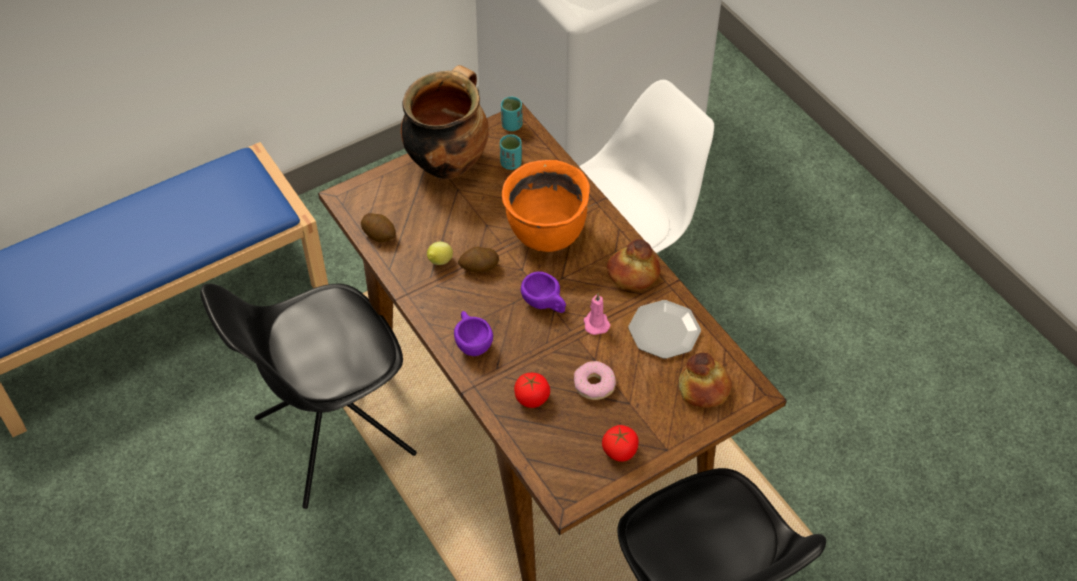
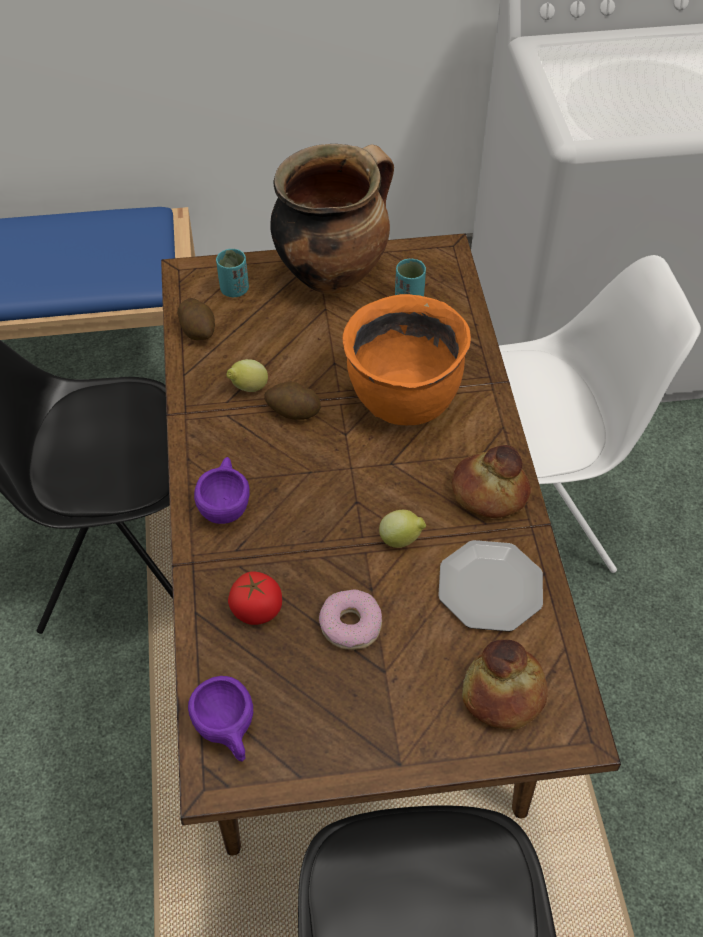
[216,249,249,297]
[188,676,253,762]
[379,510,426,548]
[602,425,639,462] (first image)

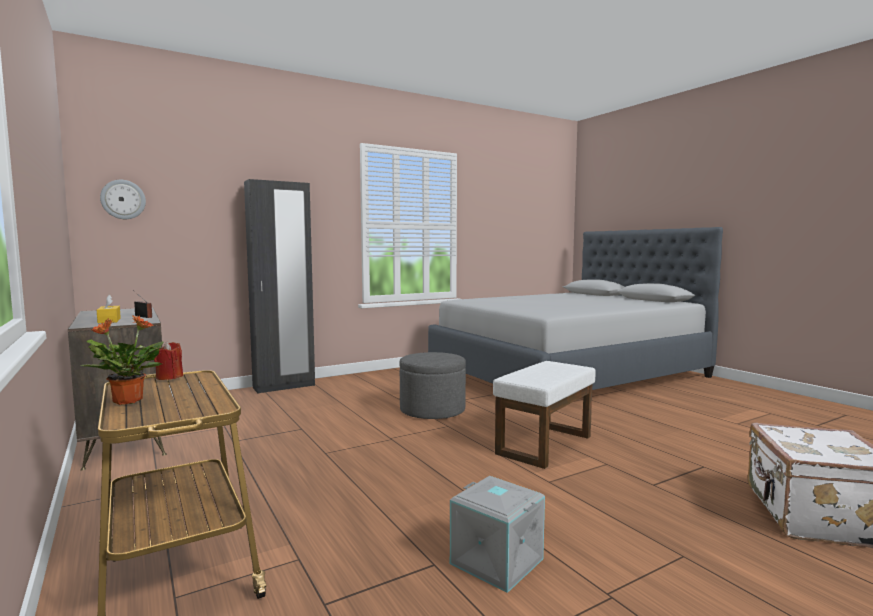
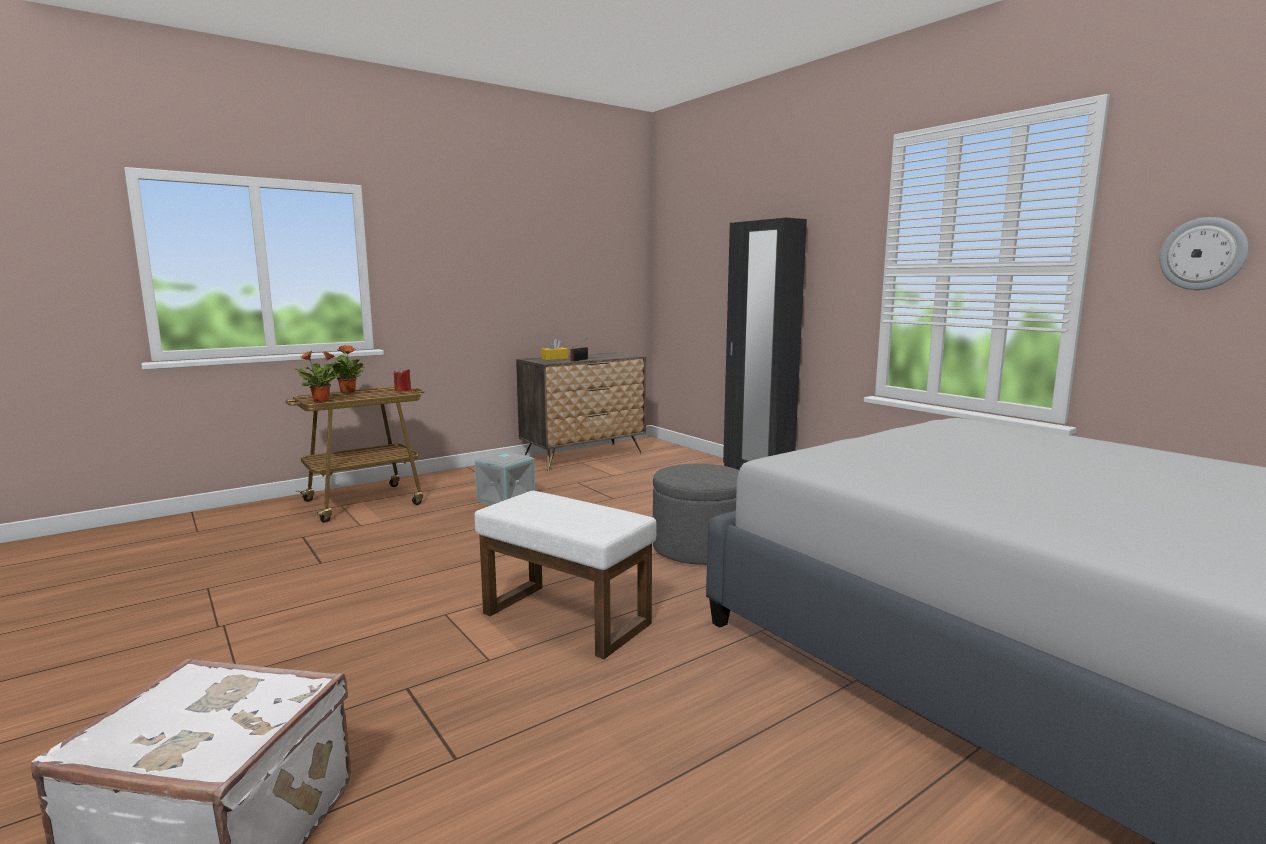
[1159,217,1249,290]
[475,452,535,505]
[294,351,343,402]

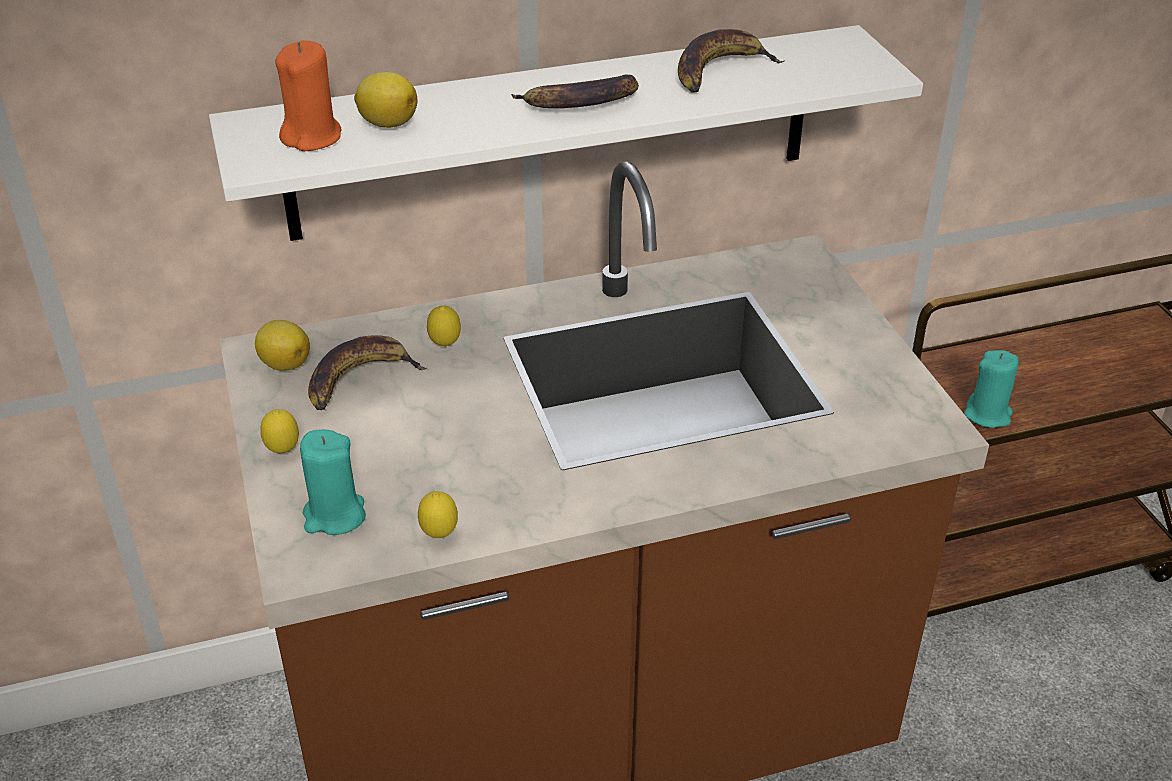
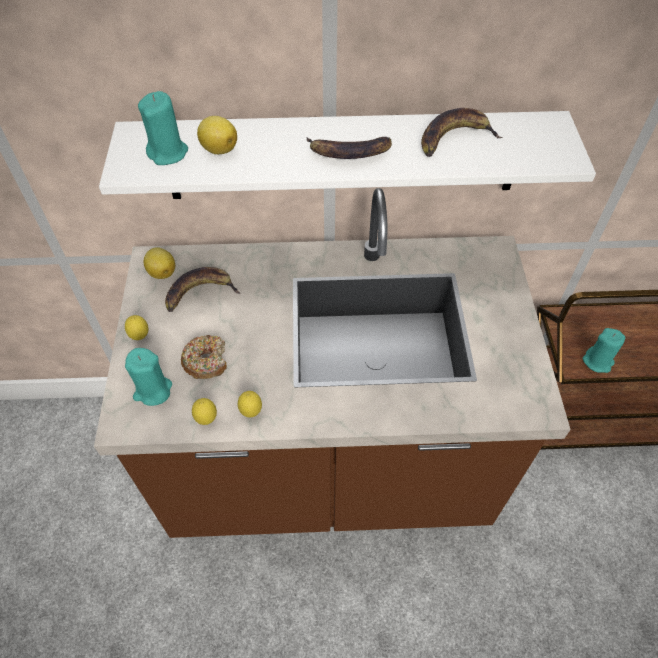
[138,91,188,165]
[238,391,262,417]
[181,335,227,379]

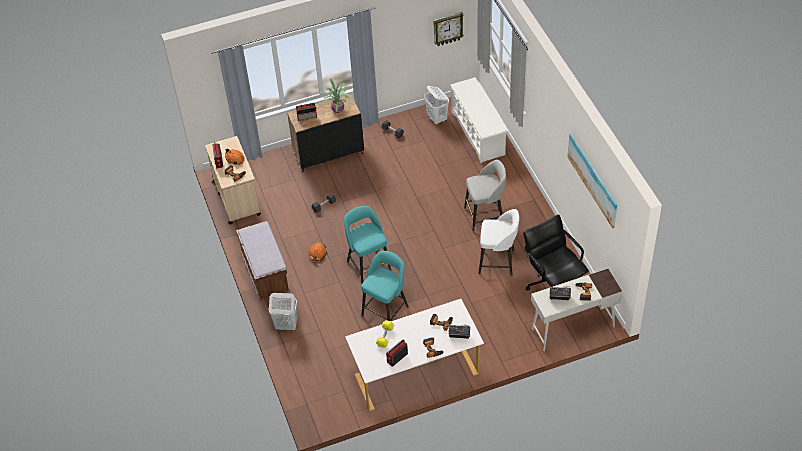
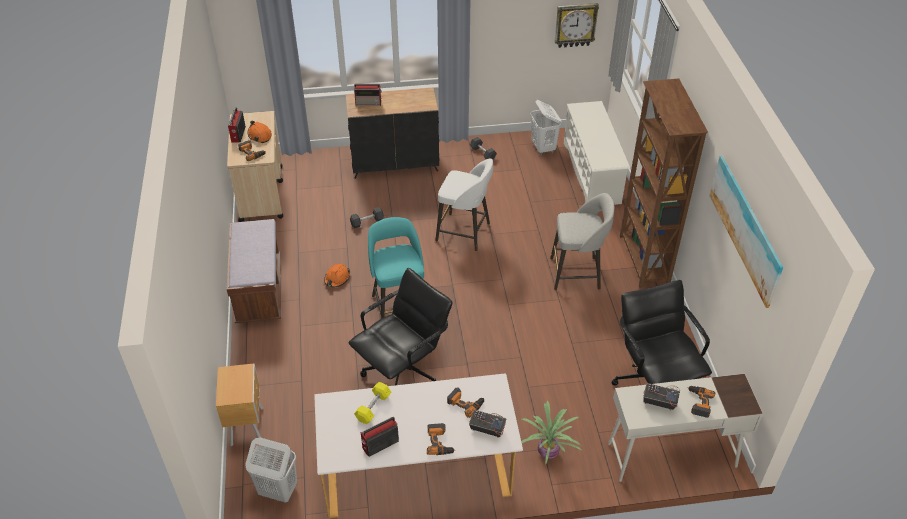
[521,401,581,465]
[435,159,493,251]
[349,268,452,385]
[245,438,297,503]
[620,78,708,288]
[216,364,263,447]

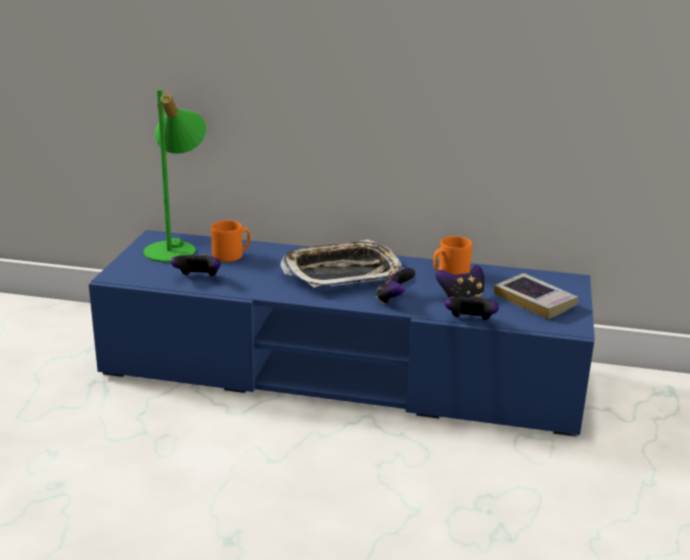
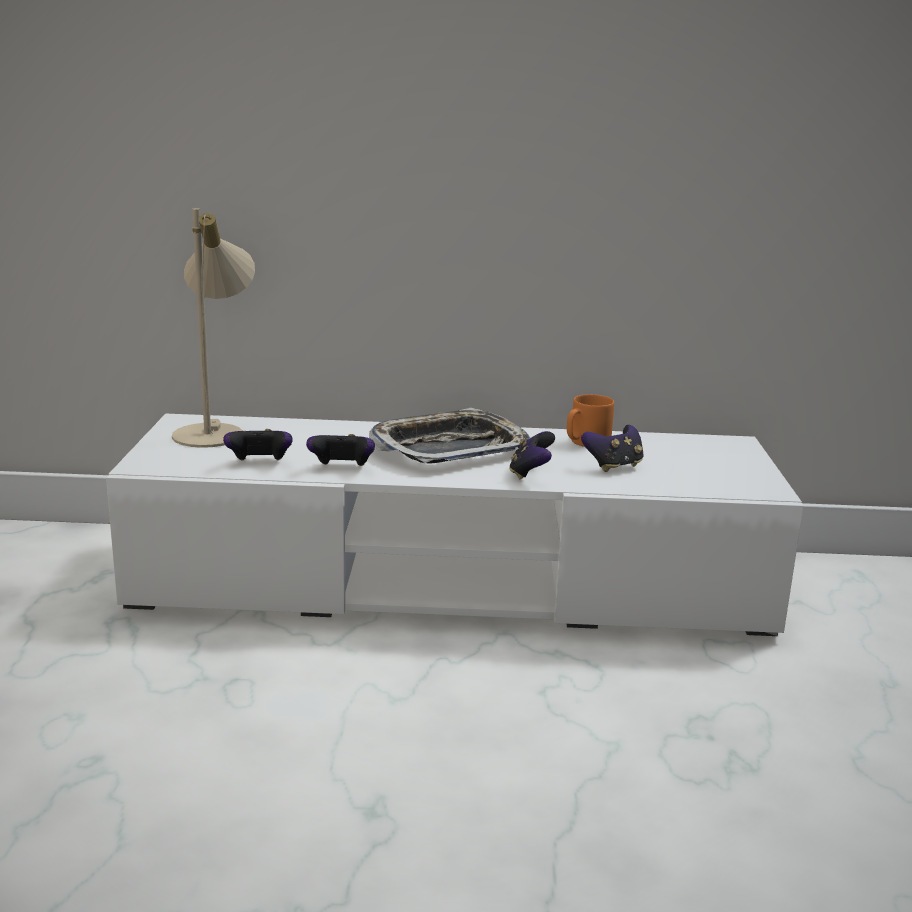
[172,208,255,448]
[211,220,250,262] (first image)
[106,414,804,636]
[494,273,579,319] (first image)
[306,434,375,466]

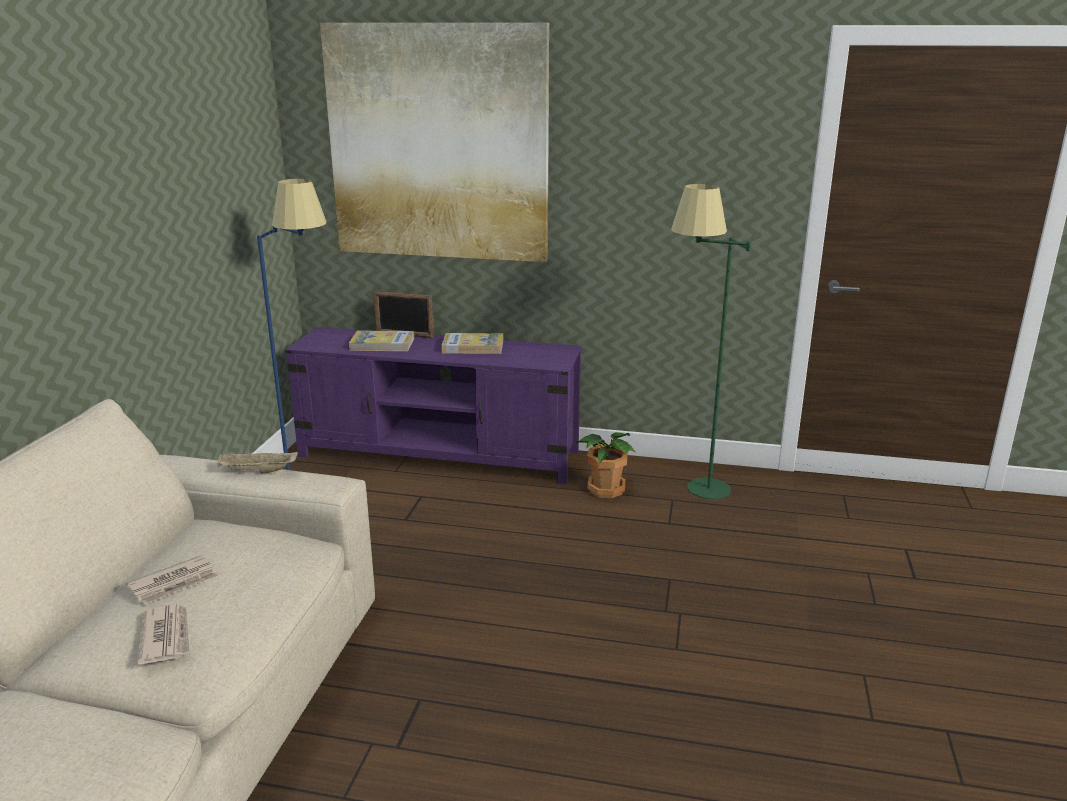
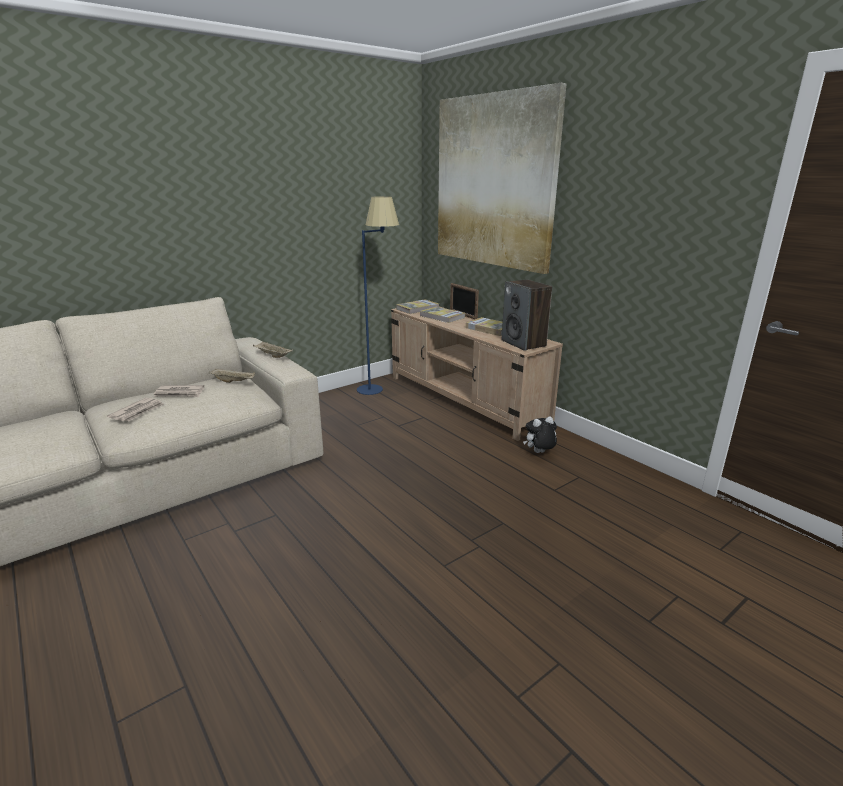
[671,184,751,499] (first image)
[391,307,563,441]
[523,416,557,453]
[502,279,552,351]
[396,299,439,314]
[209,368,255,383]

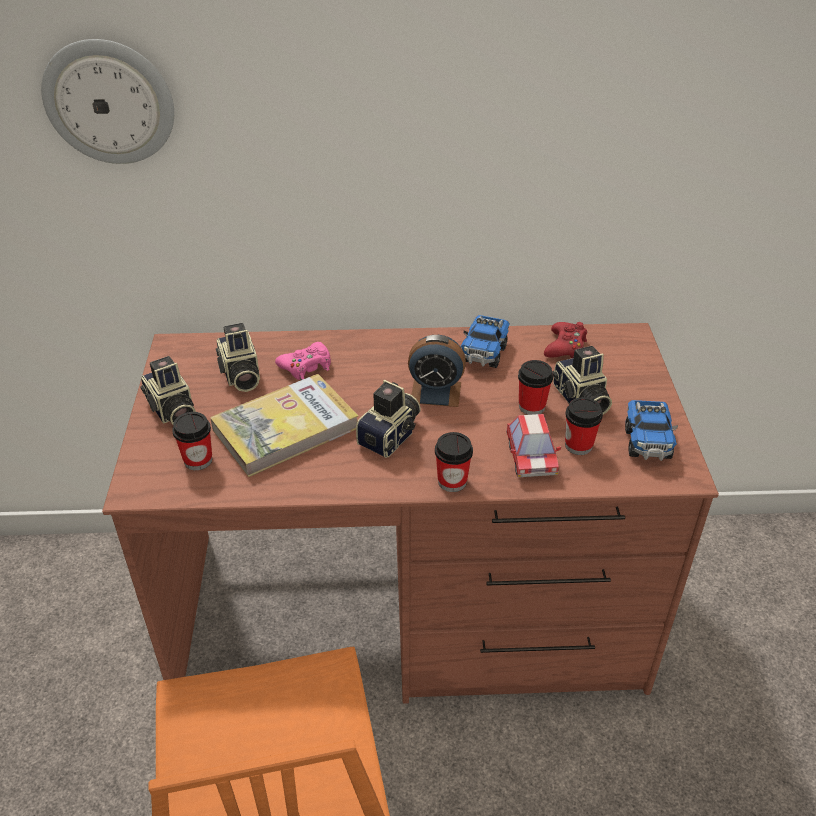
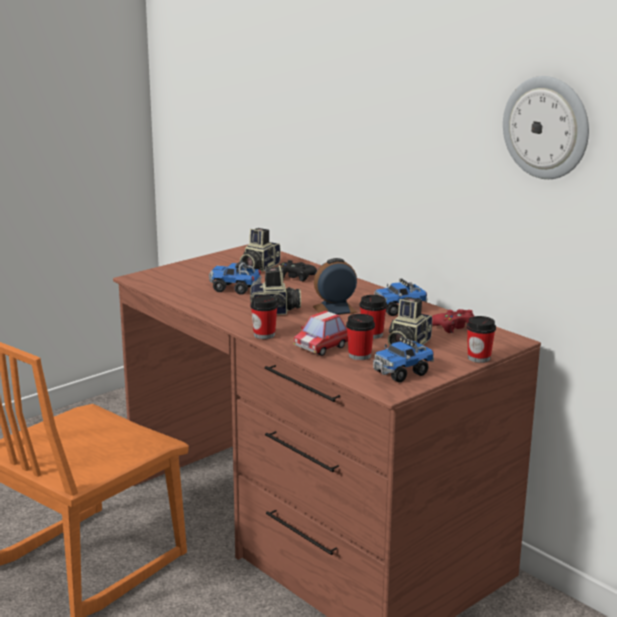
[503,76,589,179]
[313,258,357,315]
[278,260,317,281]
[140,356,196,424] (first image)
[209,260,262,295]
[467,316,496,363]

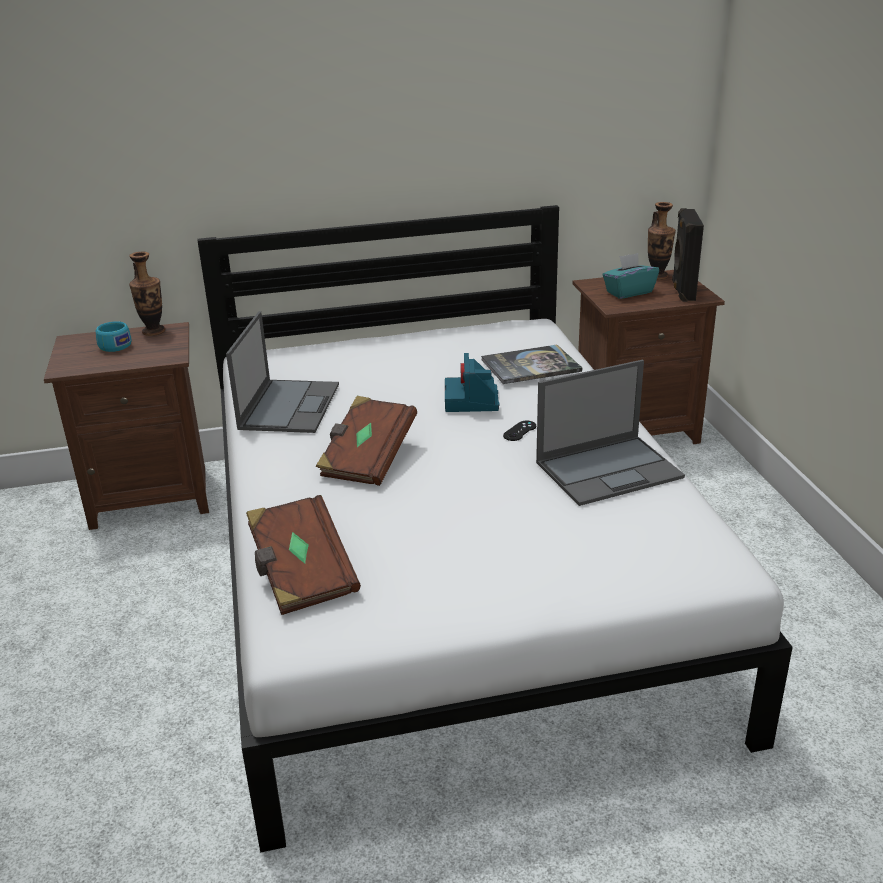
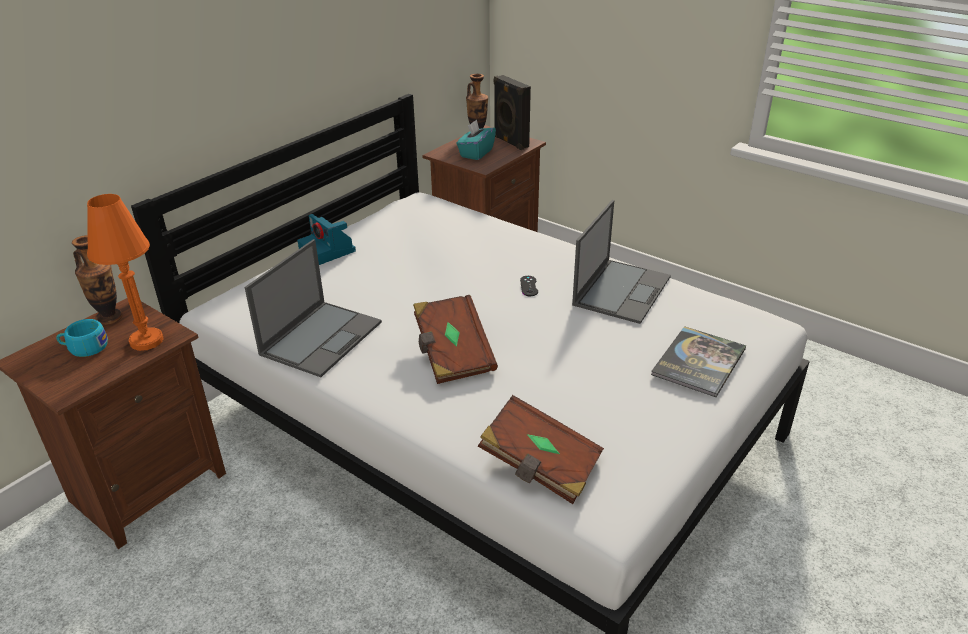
[244,239,382,377]
[651,326,746,397]
[297,214,356,265]
[87,194,164,351]

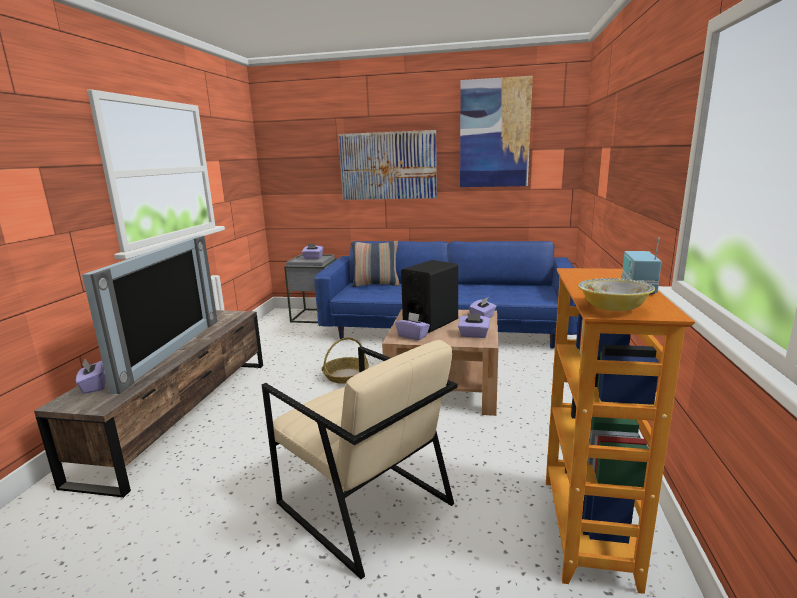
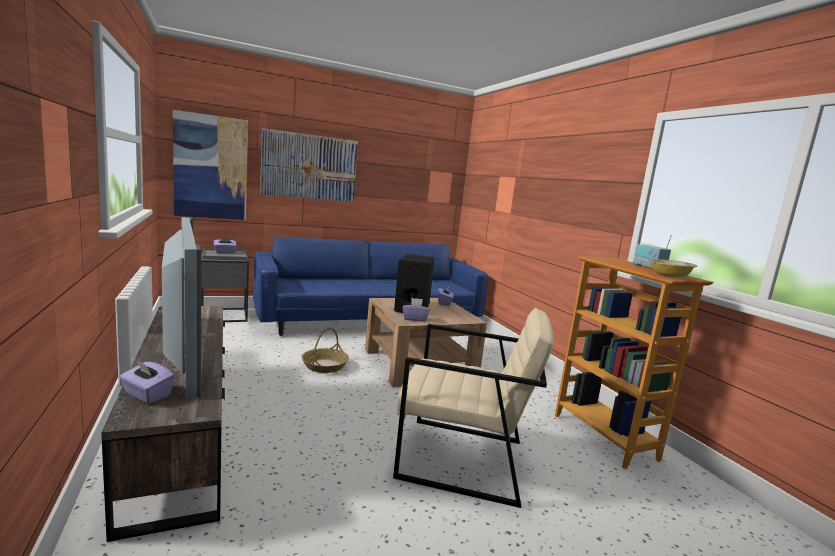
[173,110,248,220]
[352,241,399,287] (first image)
[458,313,490,338] (first image)

